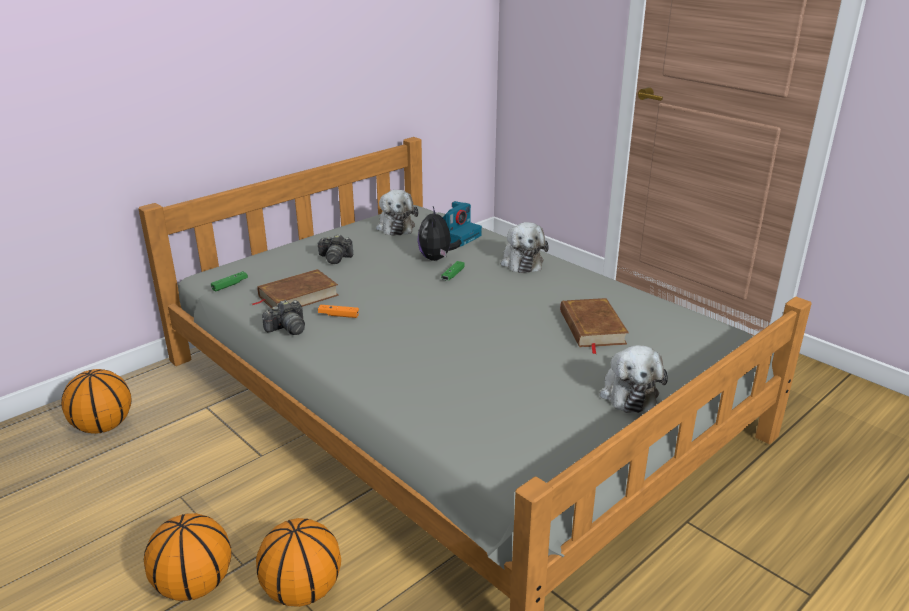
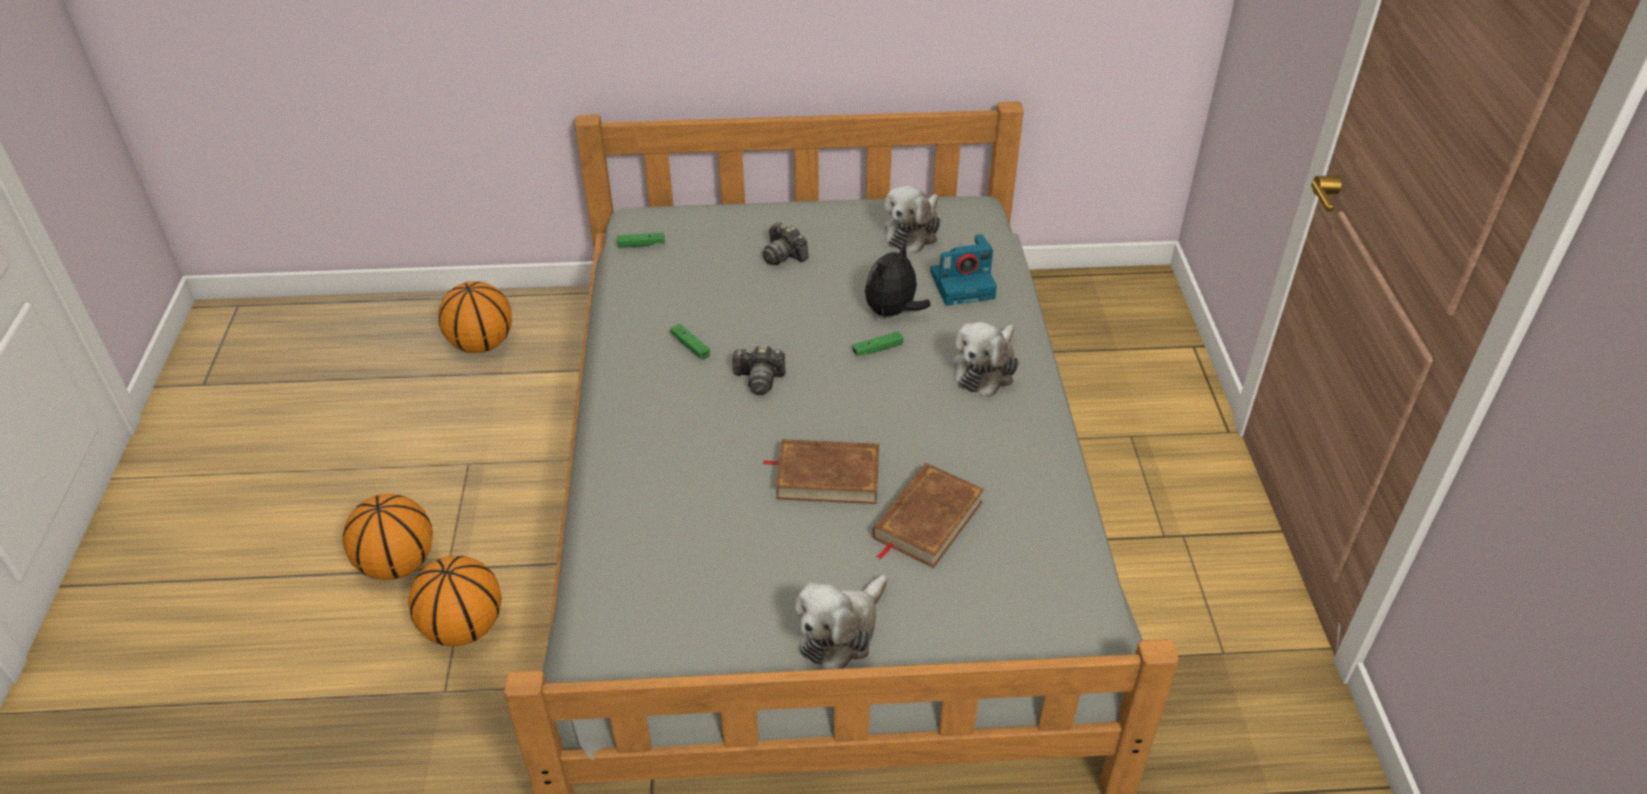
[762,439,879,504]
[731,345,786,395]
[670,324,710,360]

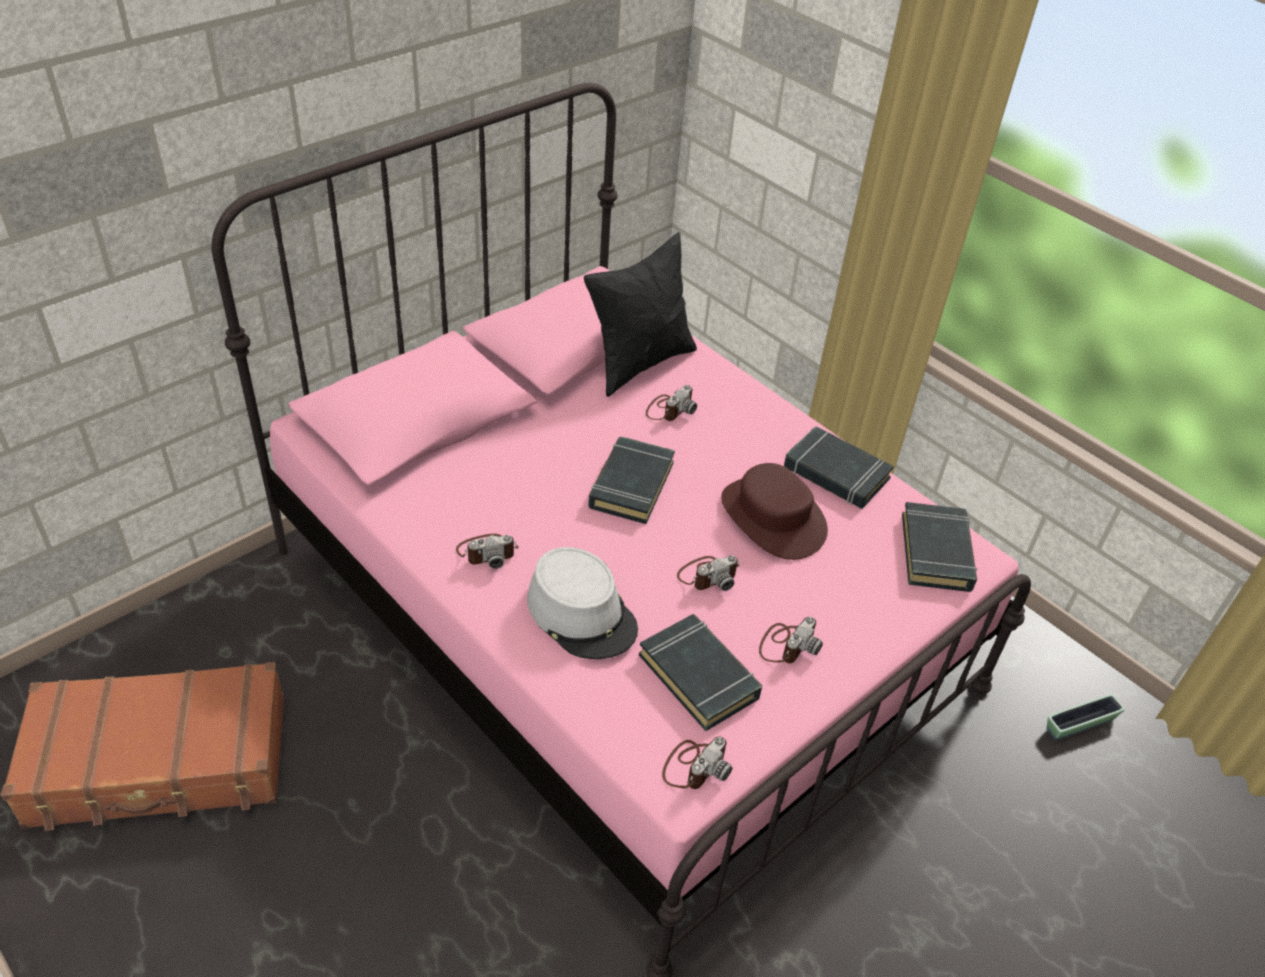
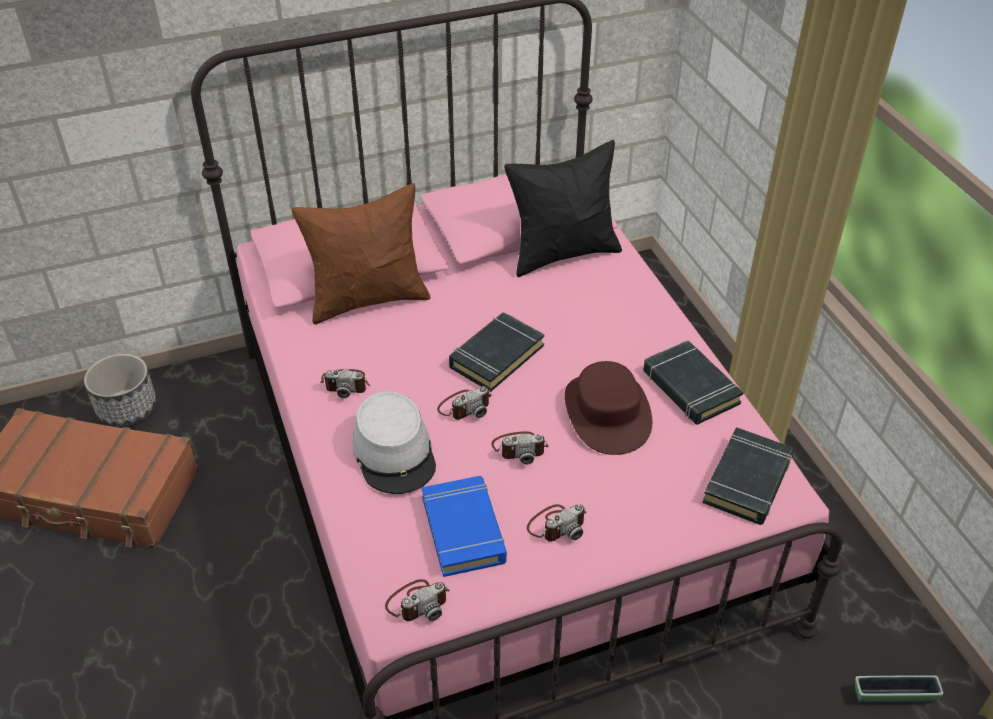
[437,386,492,420]
[422,476,507,577]
[292,183,431,325]
[84,354,157,428]

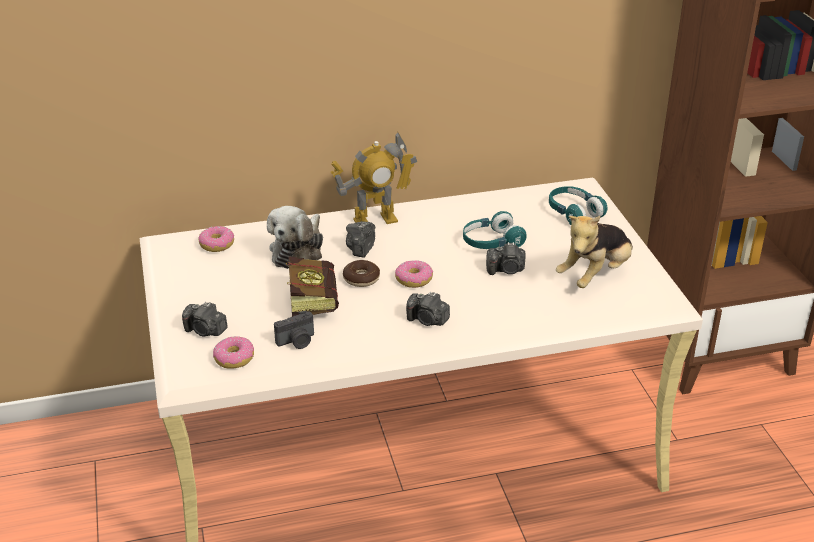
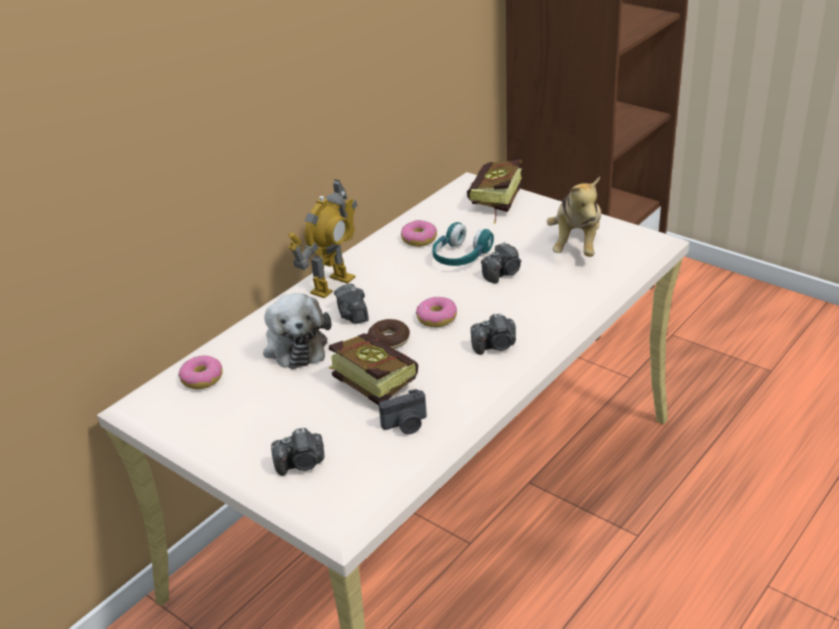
[467,159,522,224]
[379,389,427,435]
[401,220,437,247]

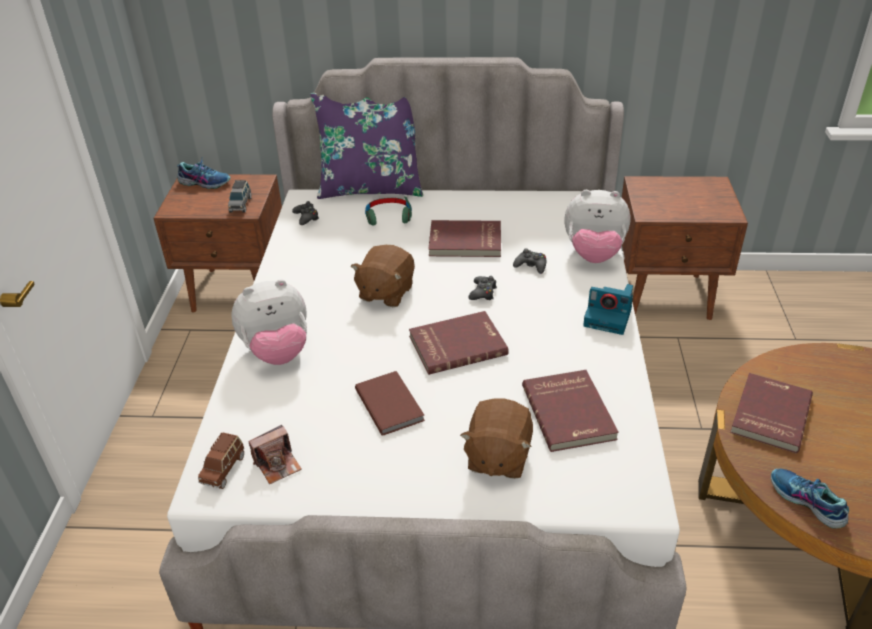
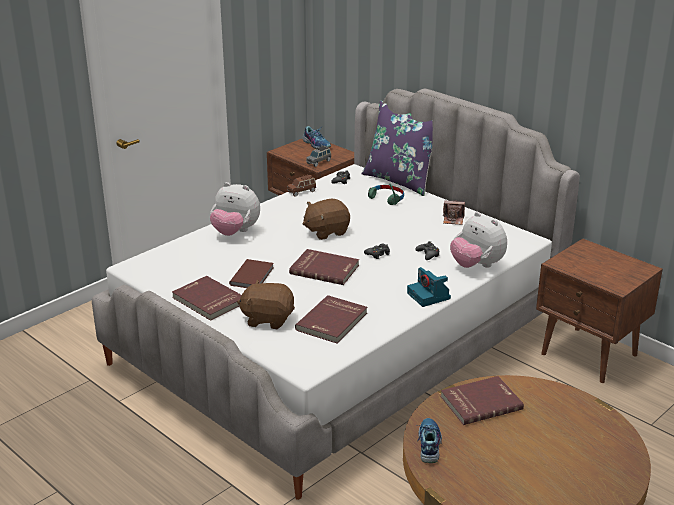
[172,276,241,321]
[237,279,295,329]
[443,201,465,225]
[287,174,316,197]

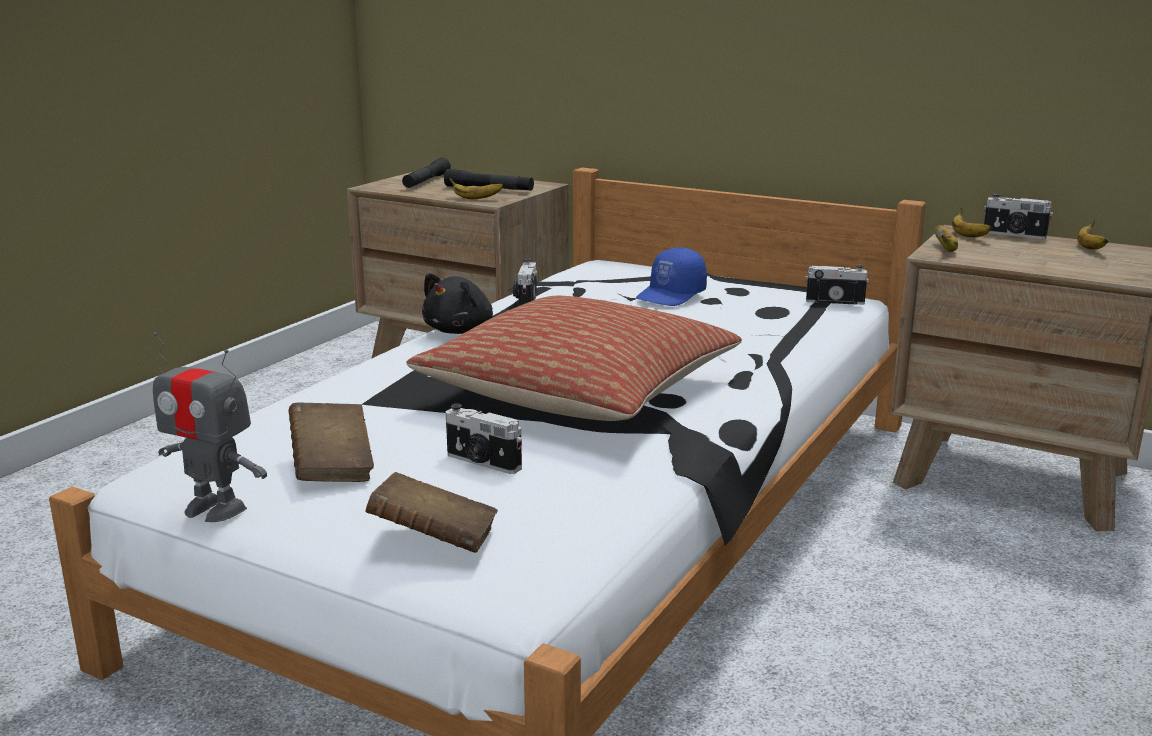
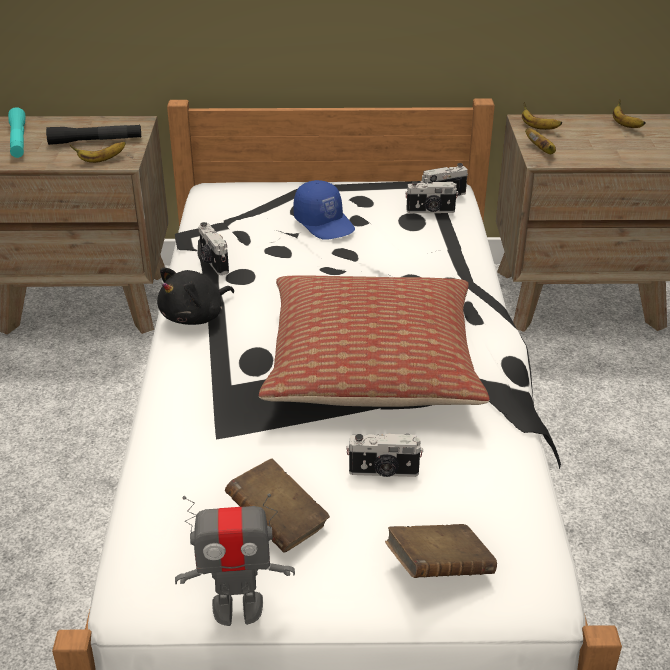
[8,107,25,158]
[405,181,458,213]
[293,180,355,240]
[157,267,234,325]

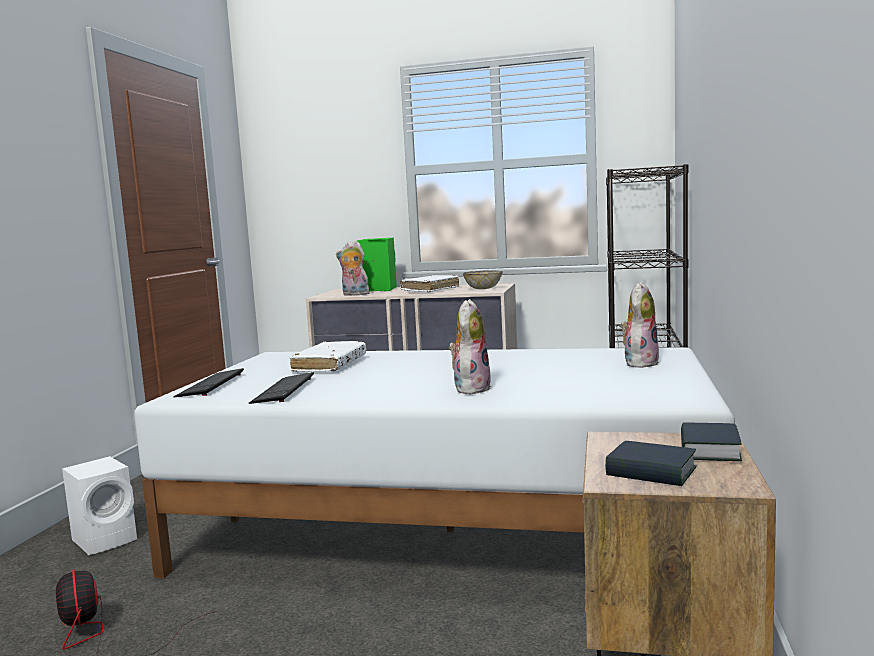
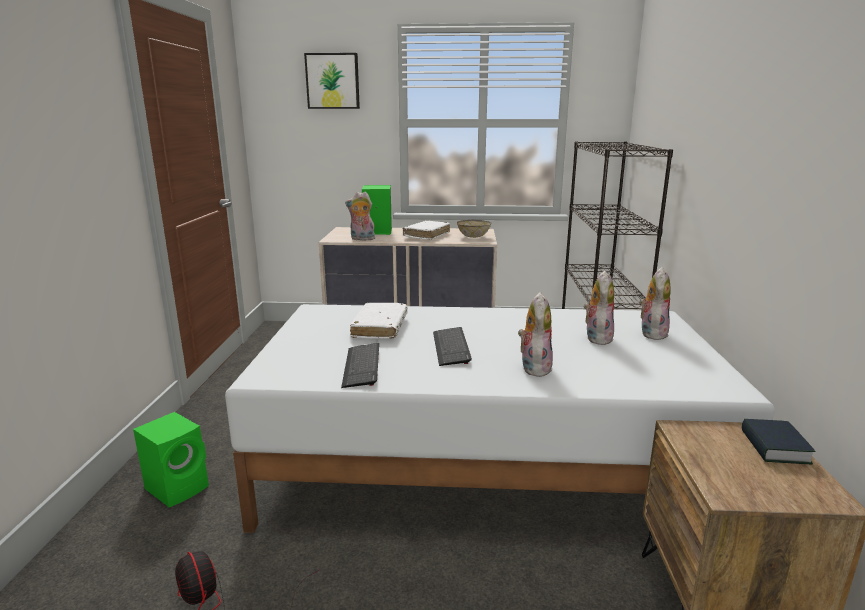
[433,327,472,366]
[605,441,696,486] (first image)
[133,412,209,507]
[304,53,360,109]
[584,271,614,345]

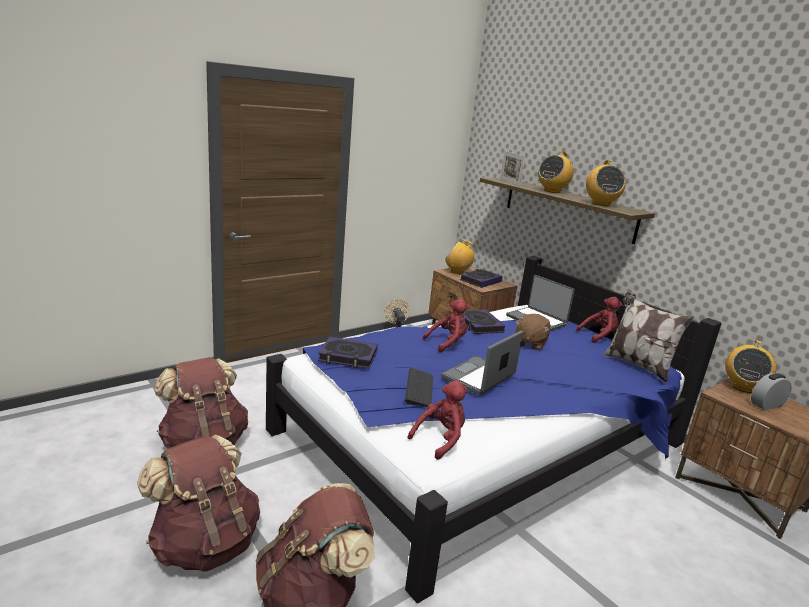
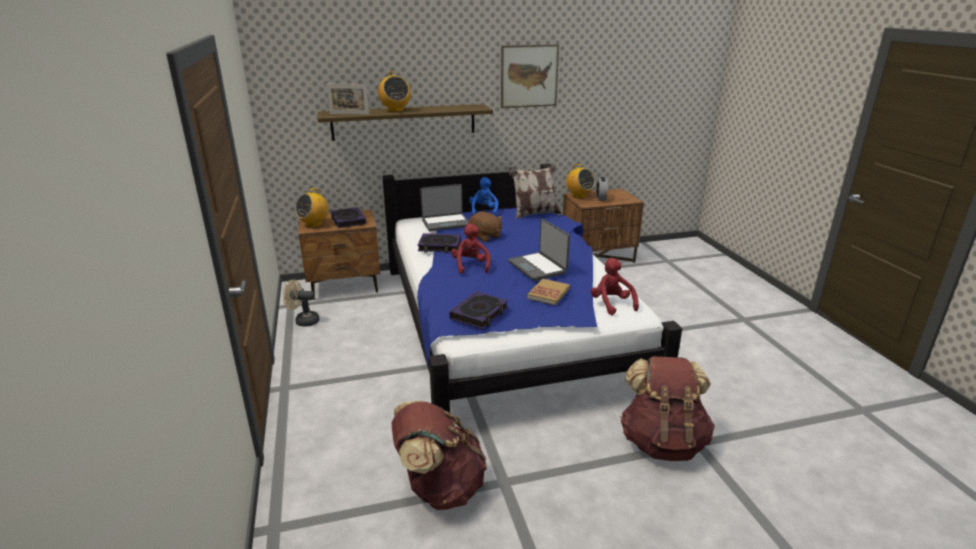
[586,160,626,206] (first image)
[469,177,498,215]
[527,279,570,305]
[137,435,260,572] (first image)
[501,44,559,108]

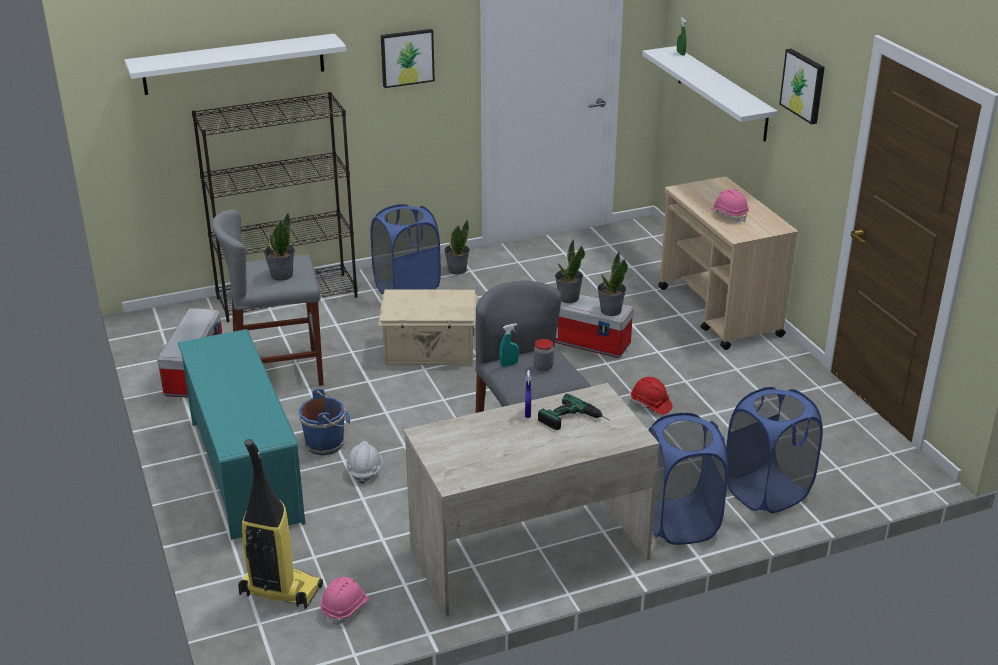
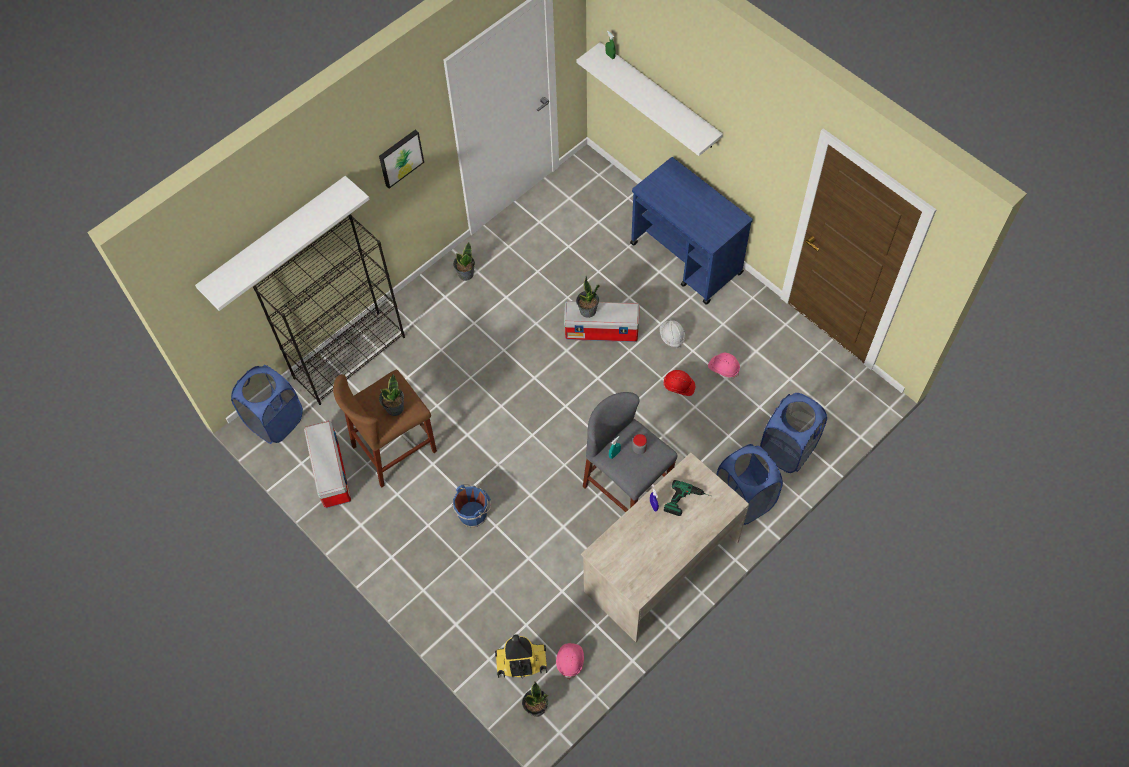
[779,49,825,124] (first image)
[630,157,753,305]
[708,353,740,378]
[231,365,303,444]
[333,370,437,488]
[522,681,548,717]
[378,290,477,365] (first image)
[178,329,305,540] (first image)
[660,320,685,349]

